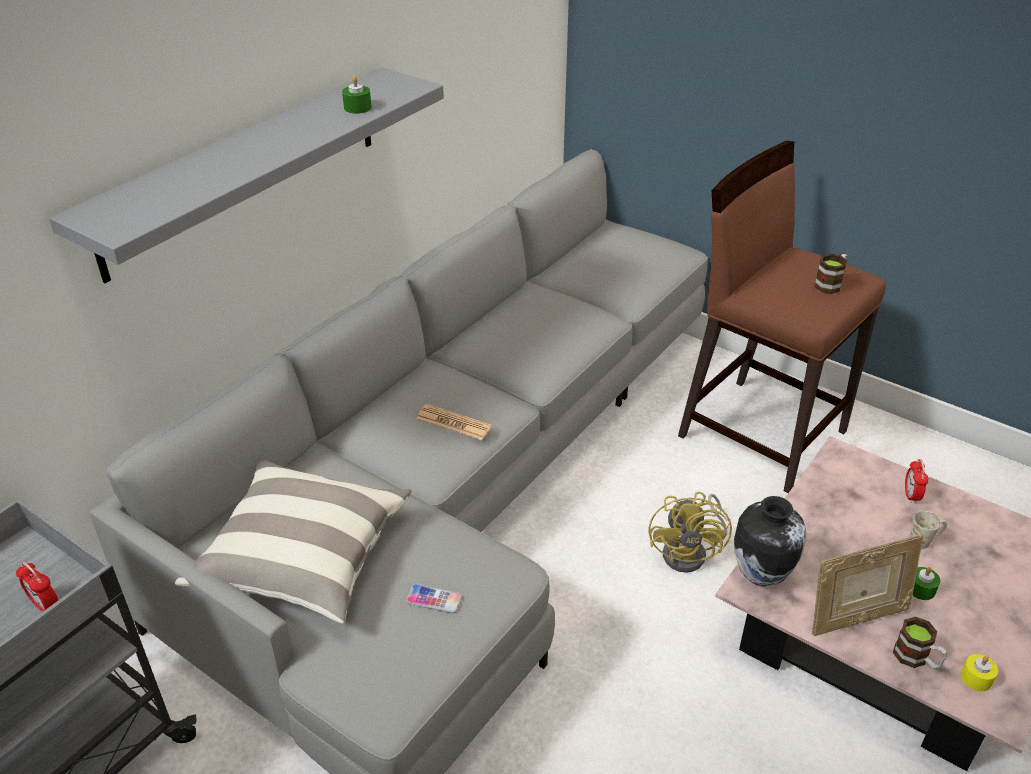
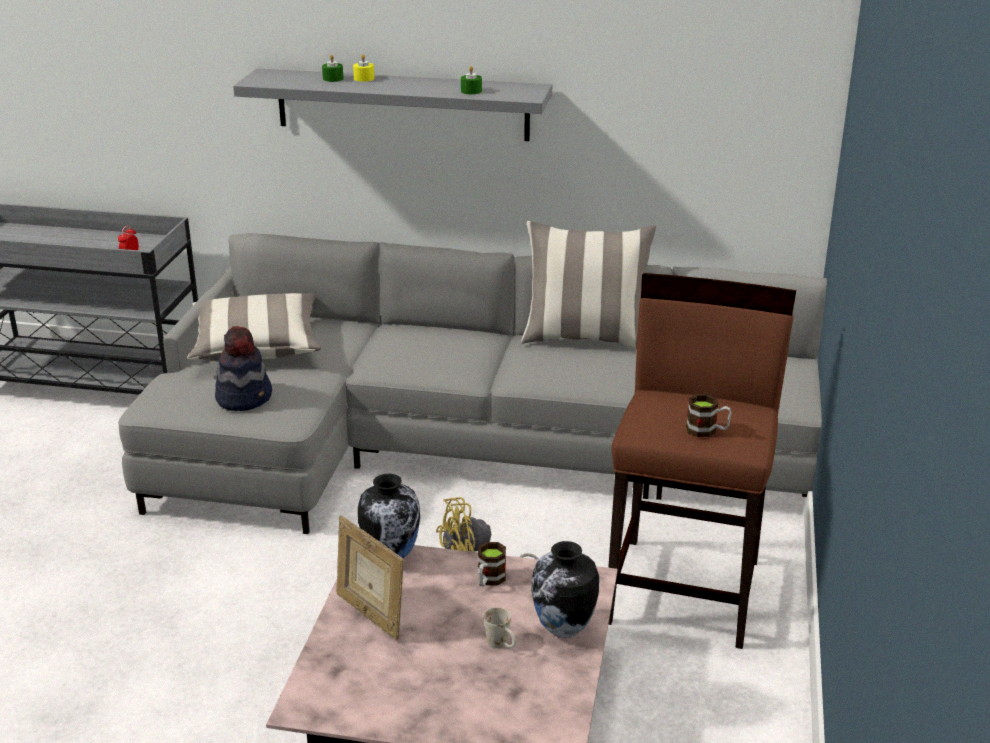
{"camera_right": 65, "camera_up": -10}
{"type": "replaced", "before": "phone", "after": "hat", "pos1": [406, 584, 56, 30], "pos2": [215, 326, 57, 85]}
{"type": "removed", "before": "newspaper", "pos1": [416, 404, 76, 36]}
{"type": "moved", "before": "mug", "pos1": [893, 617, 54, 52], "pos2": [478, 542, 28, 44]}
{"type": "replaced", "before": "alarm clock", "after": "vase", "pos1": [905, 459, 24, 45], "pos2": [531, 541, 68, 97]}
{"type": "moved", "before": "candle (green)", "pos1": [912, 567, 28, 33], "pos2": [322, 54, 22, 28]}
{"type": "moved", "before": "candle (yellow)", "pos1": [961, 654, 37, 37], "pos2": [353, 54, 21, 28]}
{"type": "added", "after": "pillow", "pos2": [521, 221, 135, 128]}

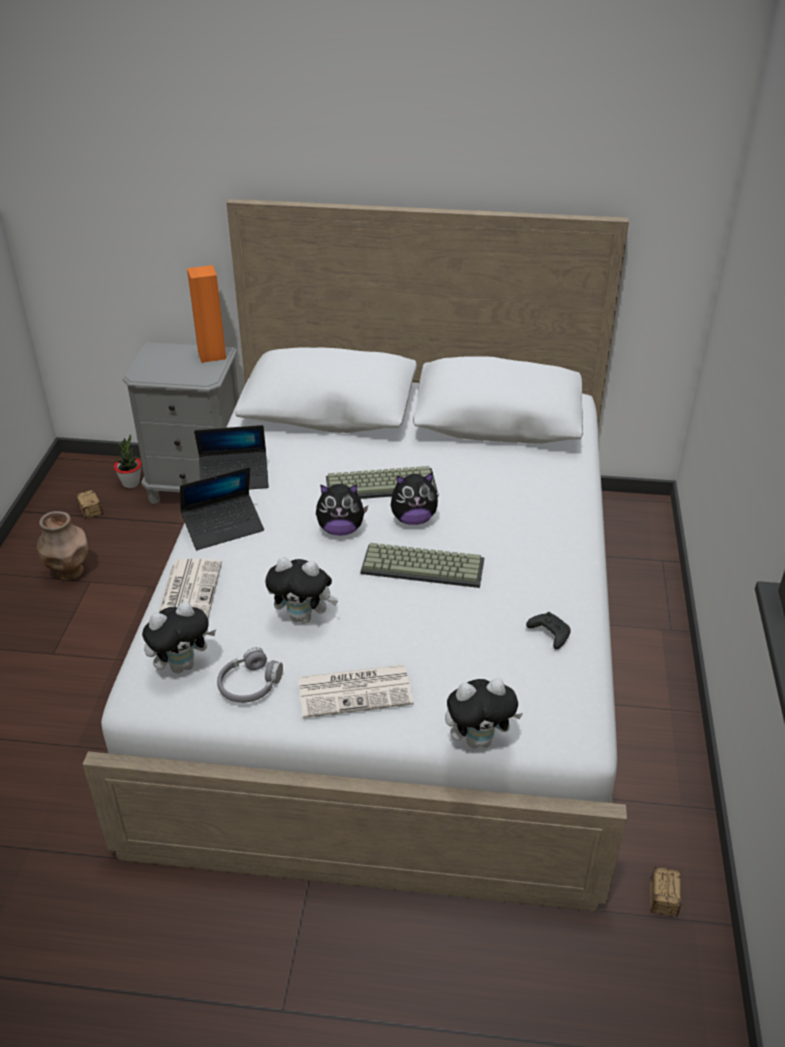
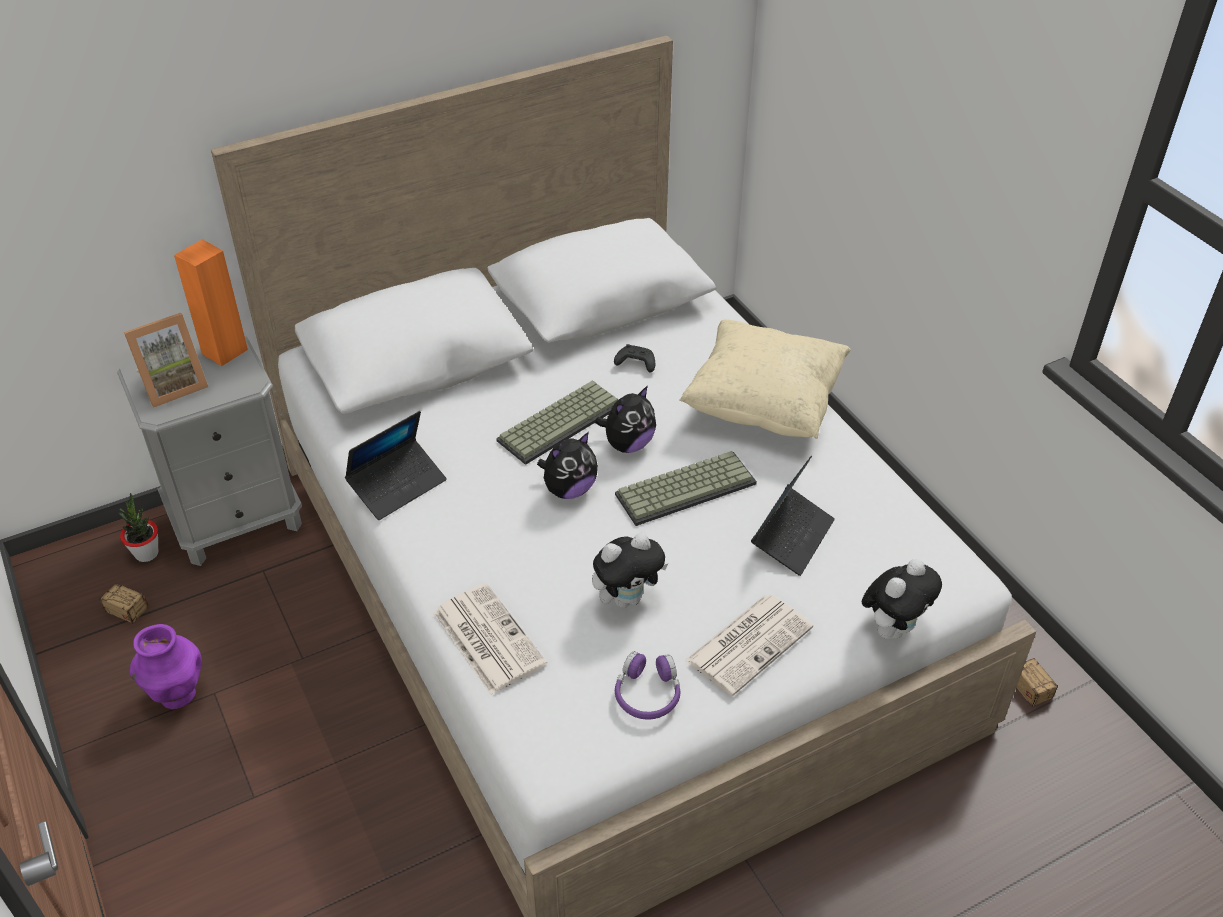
{"camera_right": -35, "camera_up": 5}
{"type": "recoloured", "before": "vase (brown)", "after": "vase (purple)", "pos1": [37, 511, 51, 70], "pos2": [130, 624, 72, 85]}
{"type": "removed", "before": "plush toy", "pos1": [142, 601, 74, 73]}
{"type": "moved", "before": "laptop", "pos1": [180, 467, 84, 83], "pos2": [751, 455, 84, 121]}
{"type": "recoloured", "before": "headphones (grey)", "after": "headphones (purple)", "pos1": [217, 647, 66, 56], "pos2": [615, 651, 65, 69]}
{"type": "moved", "before": "game controller (black)", "pos1": [526, 612, 45, 37], "pos2": [614, 344, 41, 29]}
{"type": "added", "after": "picture frame", "pos2": [124, 313, 84, 95]}
{"type": "added", "after": "pillow (beige)", "pos2": [679, 319, 172, 120]}

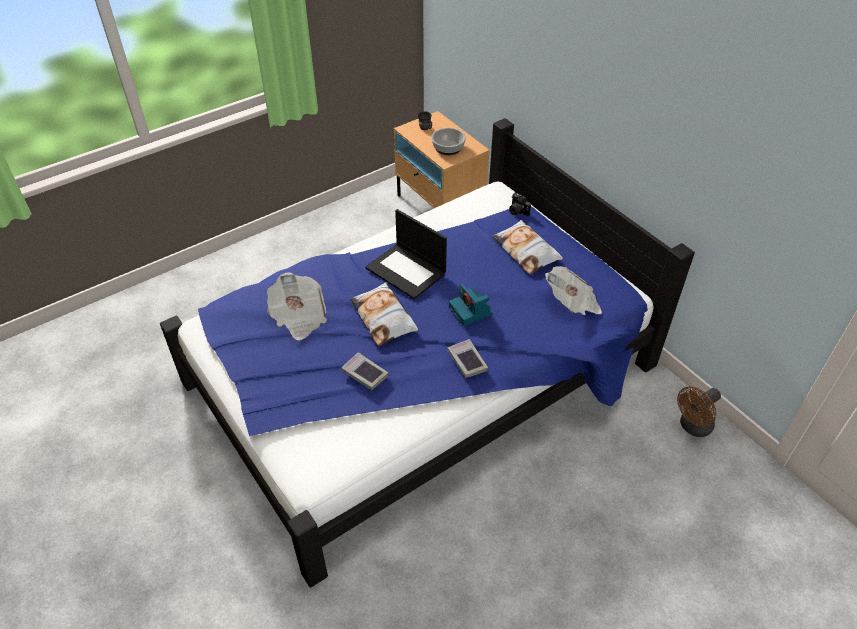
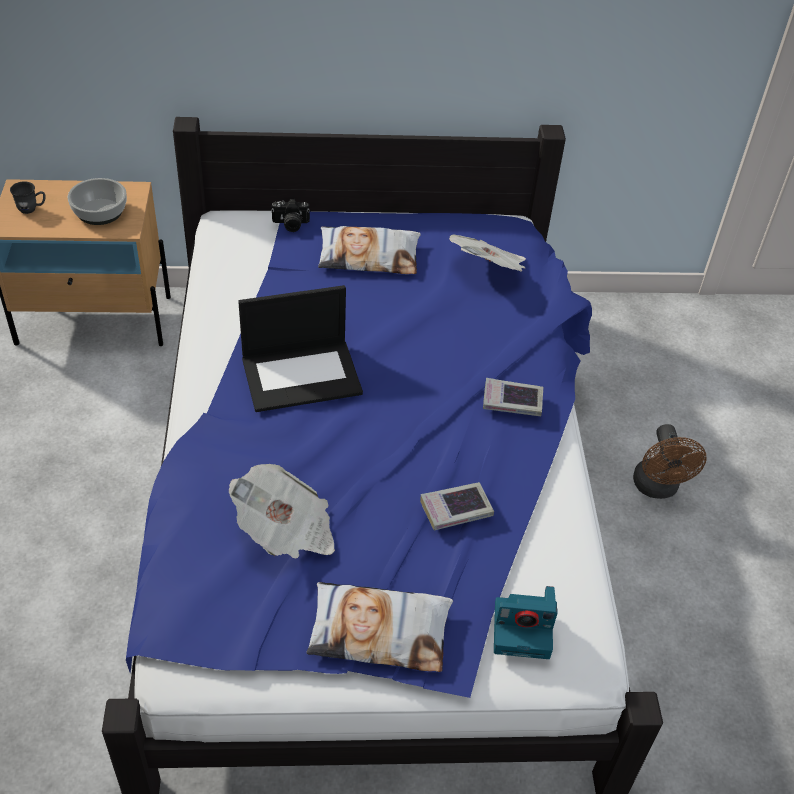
{"camera_right": -60, "camera_up": 0}
{"type": "moved", "before": "pillow", "pos1": [350, 282, 68, 64], "pos2": [307, 582, 146, 90]}
{"type": "moved", "before": "photo camera", "pos1": [449, 284, 43, 42], "pos2": [494, 586, 63, 73]}
{"type": "moved", "before": "fan (brown)", "pos1": [677, 386, 44, 51], "pos2": [633, 424, 74, 75]}

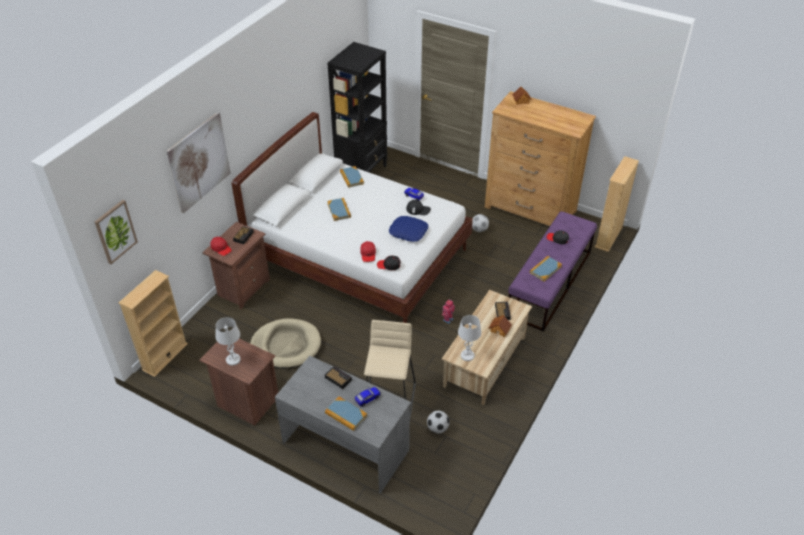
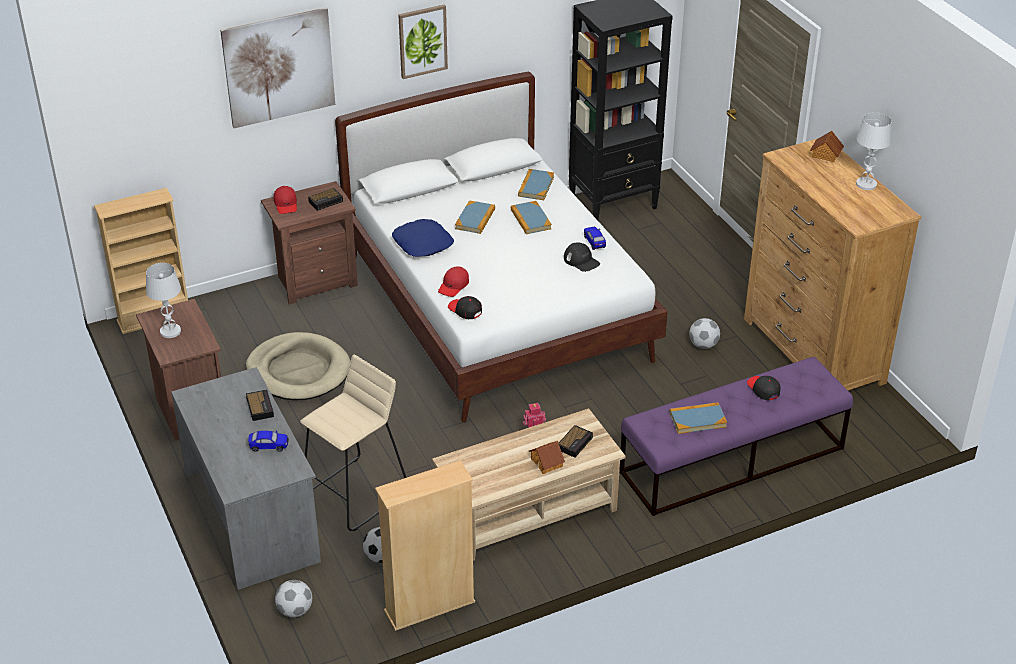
{"camera_right": 35, "camera_up": -5}
{"type": "moved", "before": "picture", "pos1": [95, 200, 43, 64], "pos2": [398, 5, 50, 74]}
{"type": "moved", "before": "book", "pos1": [325, 397, 42, 34], "pos2": [511, 201, 41, 33]}
{"type": "moved", "before": "pillow (blue)", "pos1": [389, 216, 39, 26], "pos2": [392, 219, 62, 38]}
{"type": "moved", "before": "table lamp (white)", "pos1": [458, 315, 23, 46], "pos2": [856, 112, 36, 78]}
{"type": "moved", "before": "bookcase (beige)", "pos1": [595, 156, 44, 96], "pos2": [375, 460, 100, 171]}
{"type": "added", "after": "football", "pos2": [275, 580, 37, 37]}

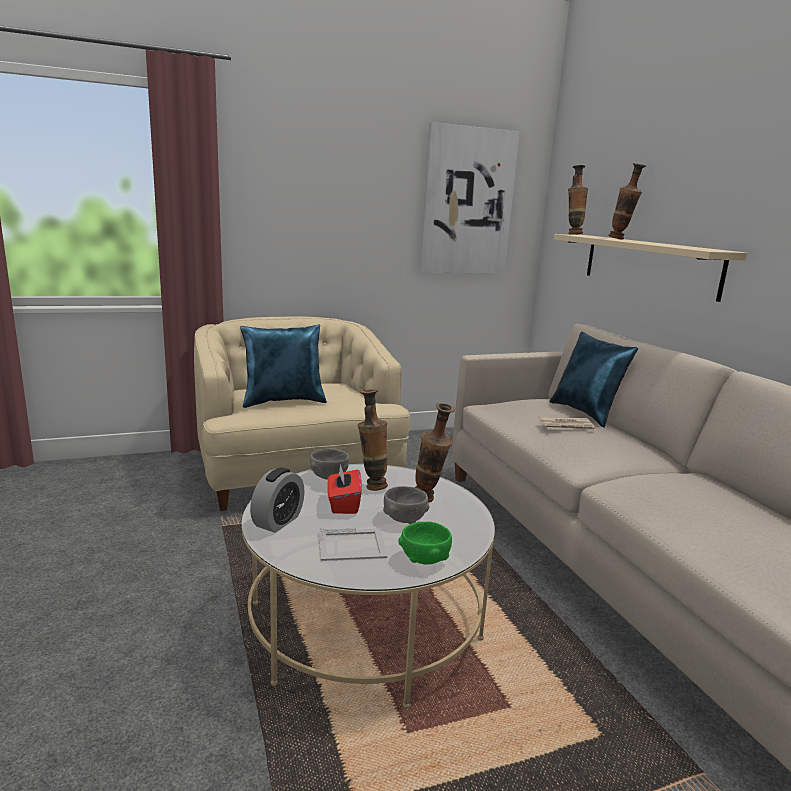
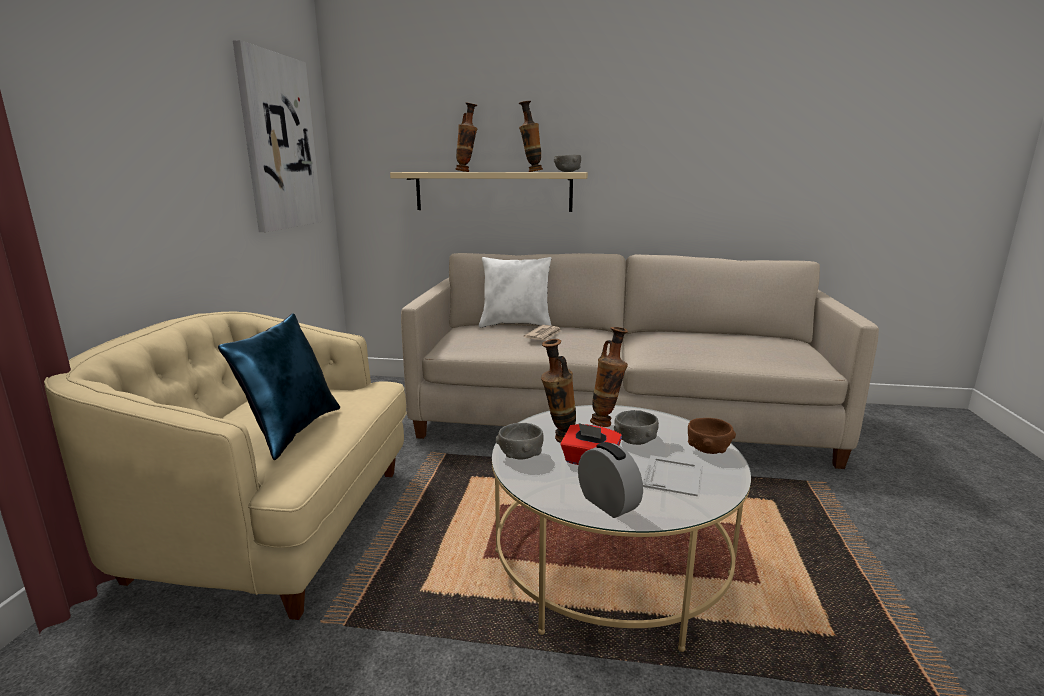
{"camera_right": -60, "camera_up": 0}
{"type": "recoloured", "before": "bowl (green)", "after": "bowl (brown)", "pos1": [399, 522, 53, 42], "pos2": [688, 418, 48, 36]}
{"type": "recoloured", "before": "pillow (blue)", "after": "pillow (white)", "pos1": [549, 331, 89, 97], "pos2": [479, 257, 73, 71]}
{"type": "moved", "before": "vase", "pos1": [568, 165, 20, 70], "pos2": [519, 101, 24, 71]}
{"type": "added", "after": "bowl (grey)", "pos2": [554, 155, 27, 17]}

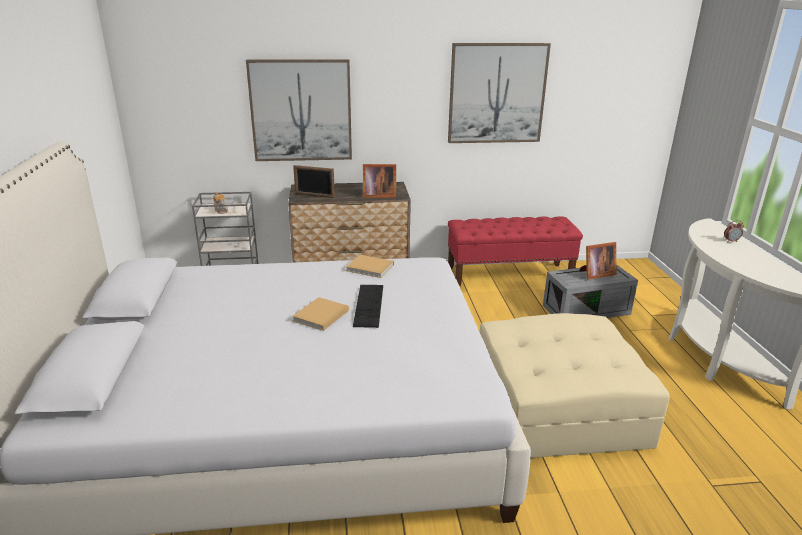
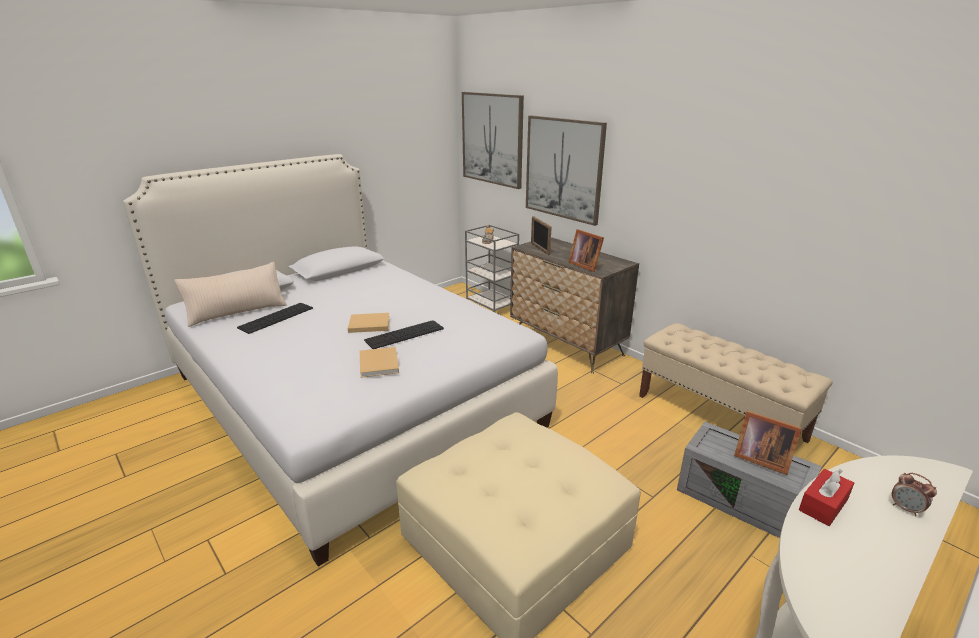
{"camera_right": 55, "camera_up": 0}
{"type": "moved", "before": "book (beige)", "pos1": [346, 255, 48, 23], "pos2": [360, 347, 39, 31]}
{"type": "moved", "before": "picture", "pos1": [448, 43, 103, 100], "pos2": [462, 92, 62, 97]}
{"type": "recoloured", "before": "bench (red)", "after": "bench (beige)", "pos1": [448, 216, 135, 70], "pos2": [639, 323, 194, 120]}
{"type": "added", "after": "pillow (beige)", "pos2": [174, 262, 113, 65]}
{"type": "added", "after": "keyboard", "pos2": [237, 303, 76, 31]}
{"type": "added", "after": "tissue box (red)", "pos2": [799, 469, 55, 57]}

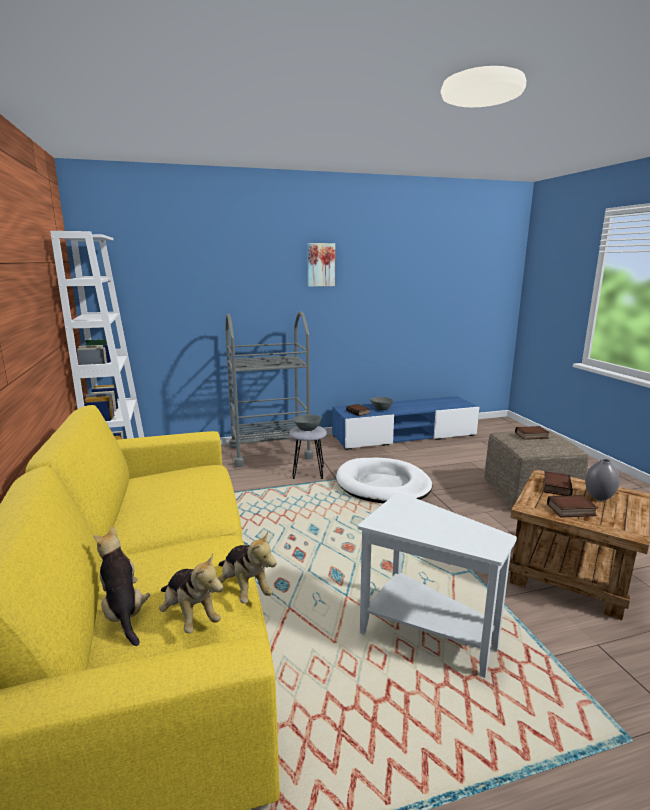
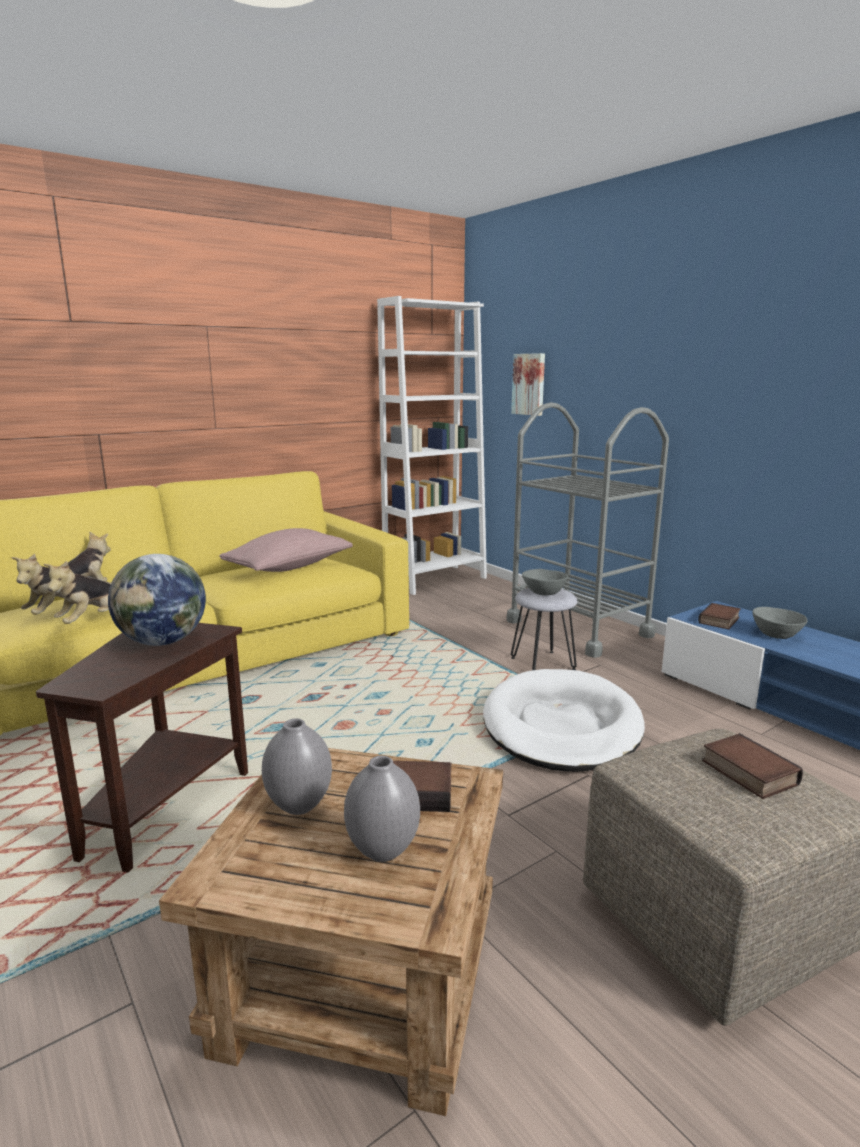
{"camera_right": 70, "camera_up": 0}
{"type": "moved", "before": "picture", "pos1": [307, 243, 28, 44], "pos2": [511, 353, 34, 63]}
{"type": "recoloured", "before": "side table (white)", "after": "side table (brown)", "pos1": [358, 492, 159, 186], "pos2": [36, 623, 212, 250]}
{"type": "replaced", "before": "book", "after": "vase (grey)", "pos1": [547, 495, 51, 22], "pos2": [262, 719, 70, 96]}
{"type": "added", "after": "globe", "pos2": [108, 554, 98, 92]}
{"type": "added", "after": "pillow (pink)", "pos2": [219, 528, 134, 44]}

